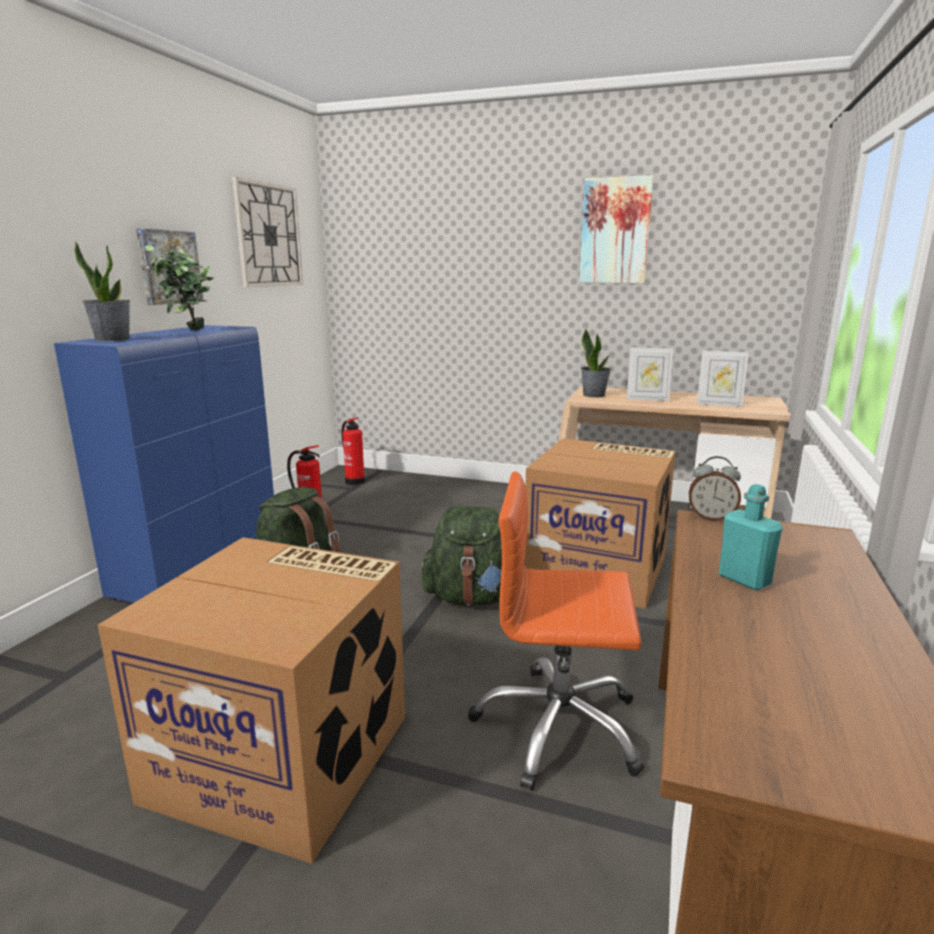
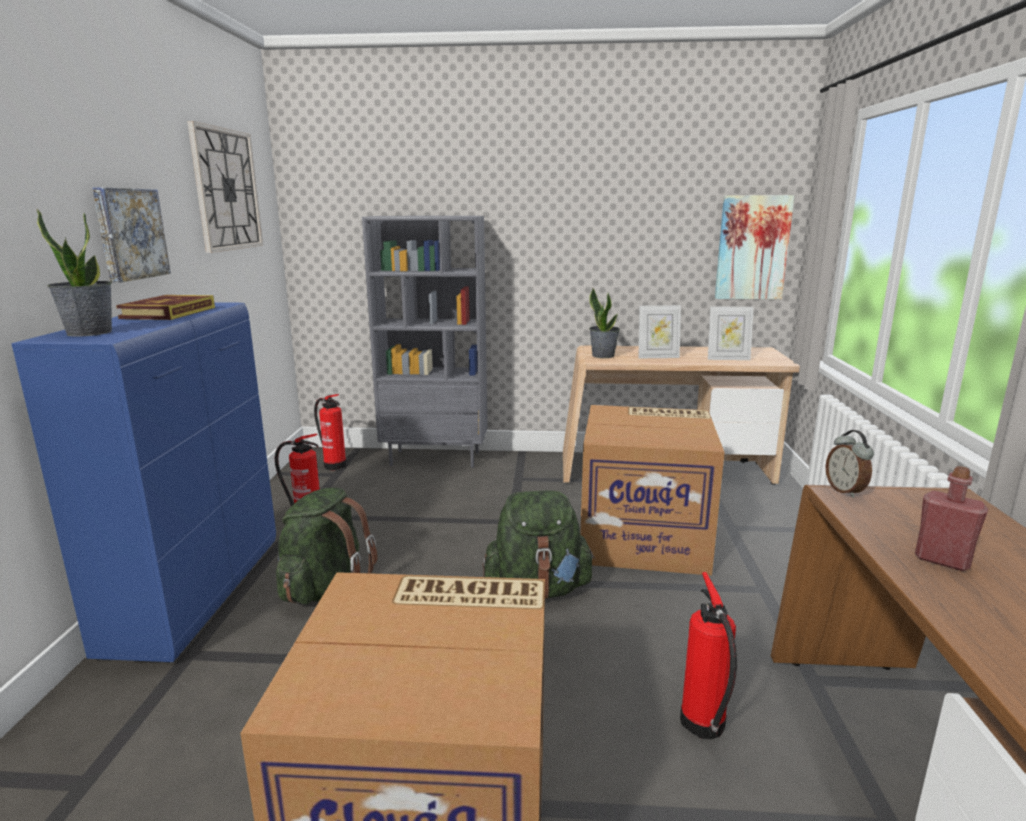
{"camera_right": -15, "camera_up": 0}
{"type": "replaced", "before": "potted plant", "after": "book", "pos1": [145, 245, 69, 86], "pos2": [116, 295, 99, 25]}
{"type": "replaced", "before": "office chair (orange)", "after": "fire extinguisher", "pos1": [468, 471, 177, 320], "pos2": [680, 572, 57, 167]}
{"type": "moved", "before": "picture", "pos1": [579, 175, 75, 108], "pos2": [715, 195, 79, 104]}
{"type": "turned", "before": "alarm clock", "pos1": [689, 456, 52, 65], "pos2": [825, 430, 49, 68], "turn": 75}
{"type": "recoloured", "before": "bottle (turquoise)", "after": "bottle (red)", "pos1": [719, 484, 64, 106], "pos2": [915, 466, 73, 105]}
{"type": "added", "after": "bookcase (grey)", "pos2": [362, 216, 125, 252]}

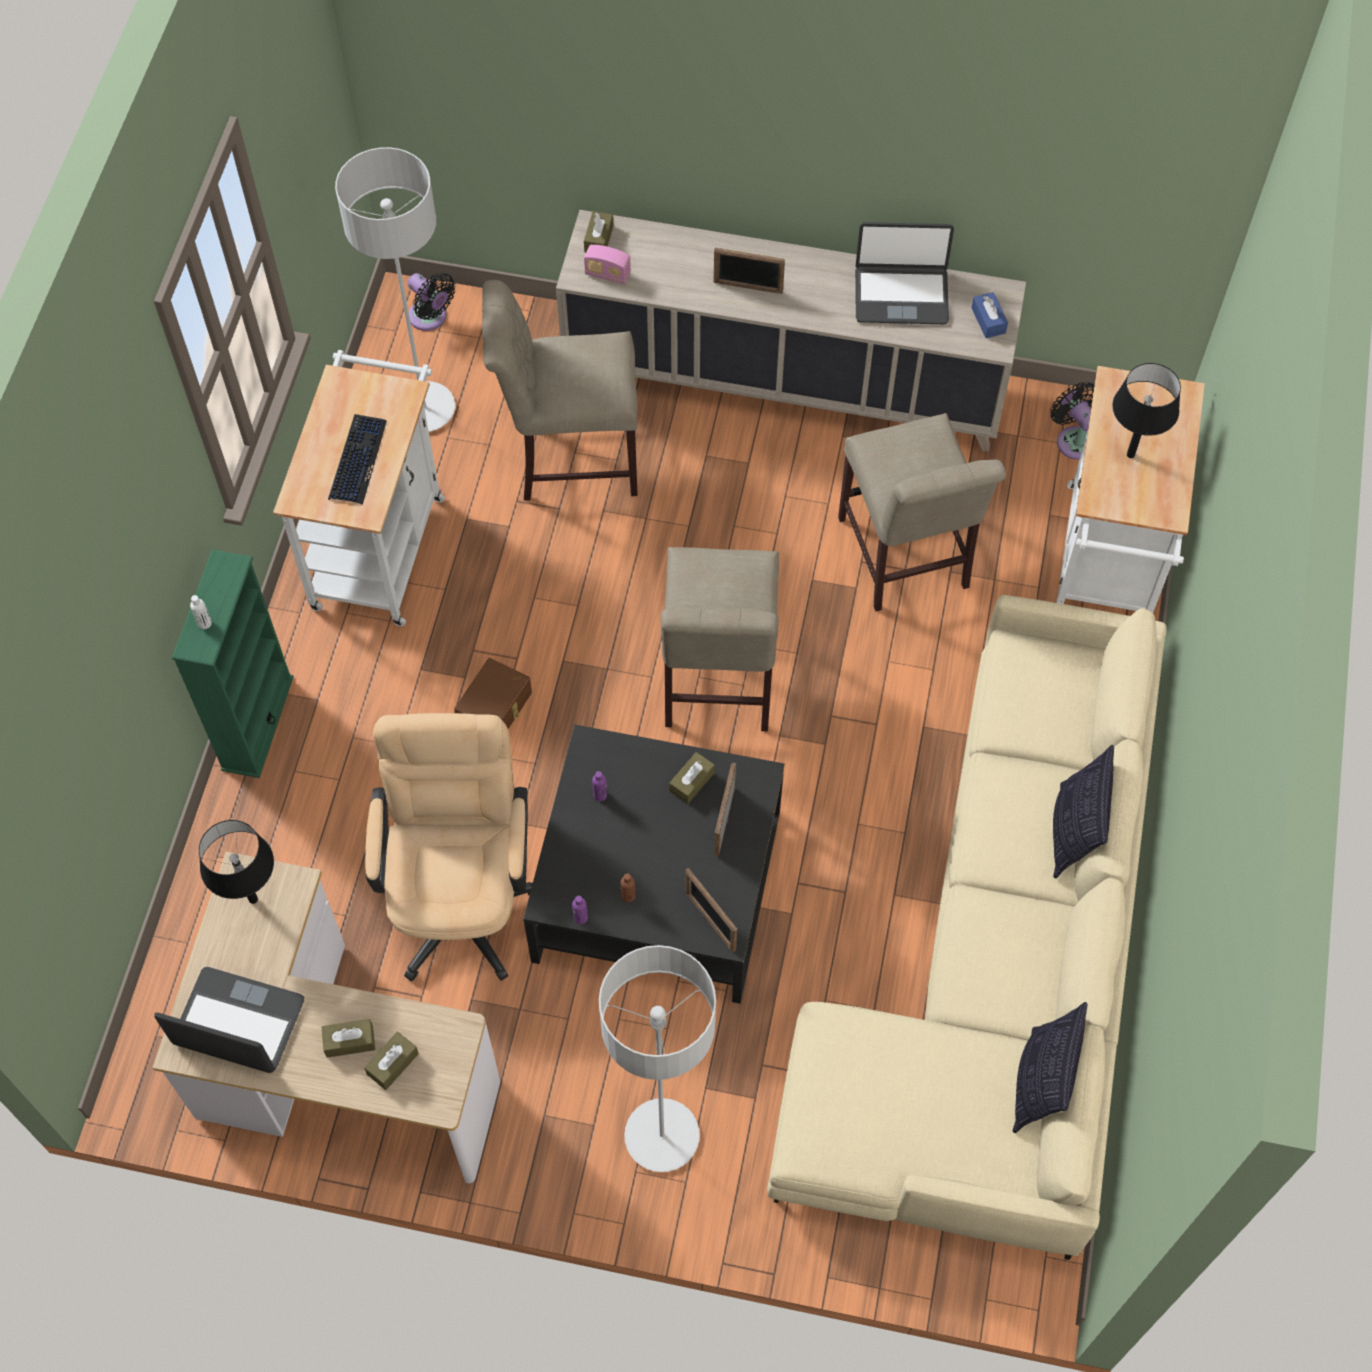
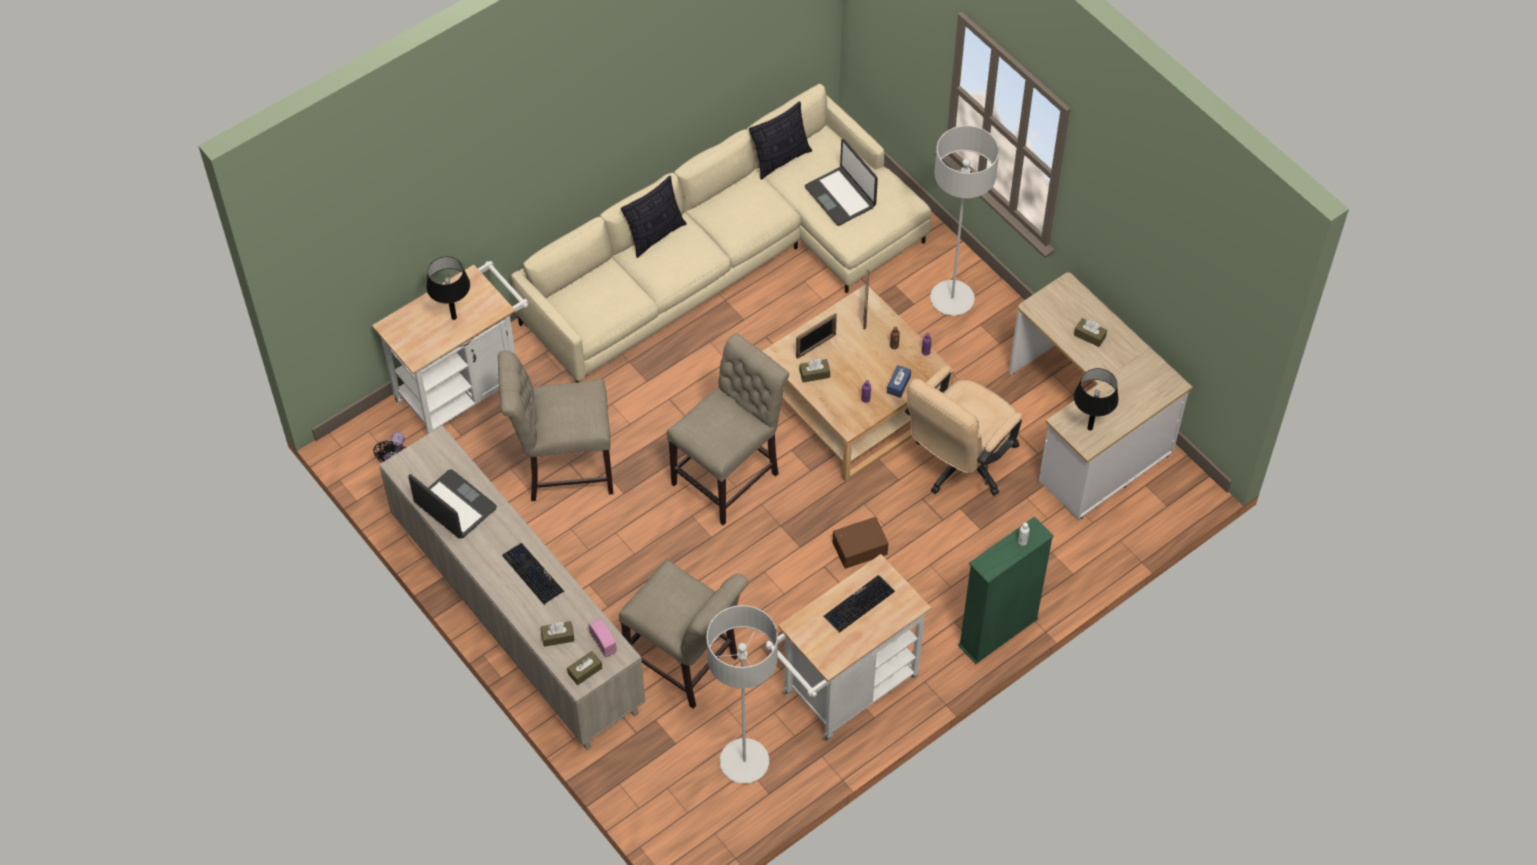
{"camera_right": -140, "camera_up": -5}
{"type": "moved", "before": "laptop", "pos1": [154, 967, 150, 106], "pos2": [805, 139, 73, 87]}
{"type": "moved", "before": "tissue box (brown)", "pos1": [364, 1031, 55, 59], "pos2": [541, 621, 33, 26]}
{"type": "removed", "before": "fan (black)", "pos1": [408, 273, 47, 58]}
{"type": "recoloured", "before": "coffee table (black)", "after": "coffee table (beige)", "pos1": [523, 725, 262, 279], "pos2": [763, 284, 191, 198]}
{"type": "replaced", "before": "picture frame", "after": "keyboard", "pos1": [714, 248, 71, 46], "pos2": [502, 543, 63, 62]}
{"type": "turned", "before": "chair (beige)", "pos1": [838, 413, 168, 198], "pos2": [498, 351, 115, 150], "turn": -120}
{"type": "moved", "before": "tissue box (blue)", "pos1": [972, 292, 36, 46], "pos2": [887, 365, 24, 33]}

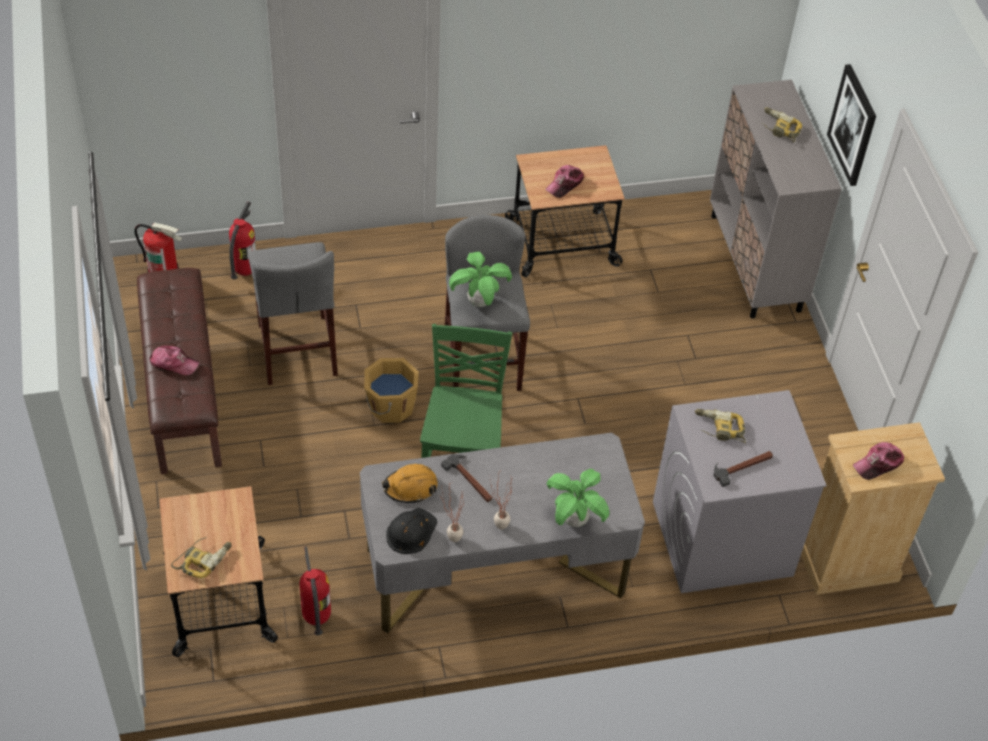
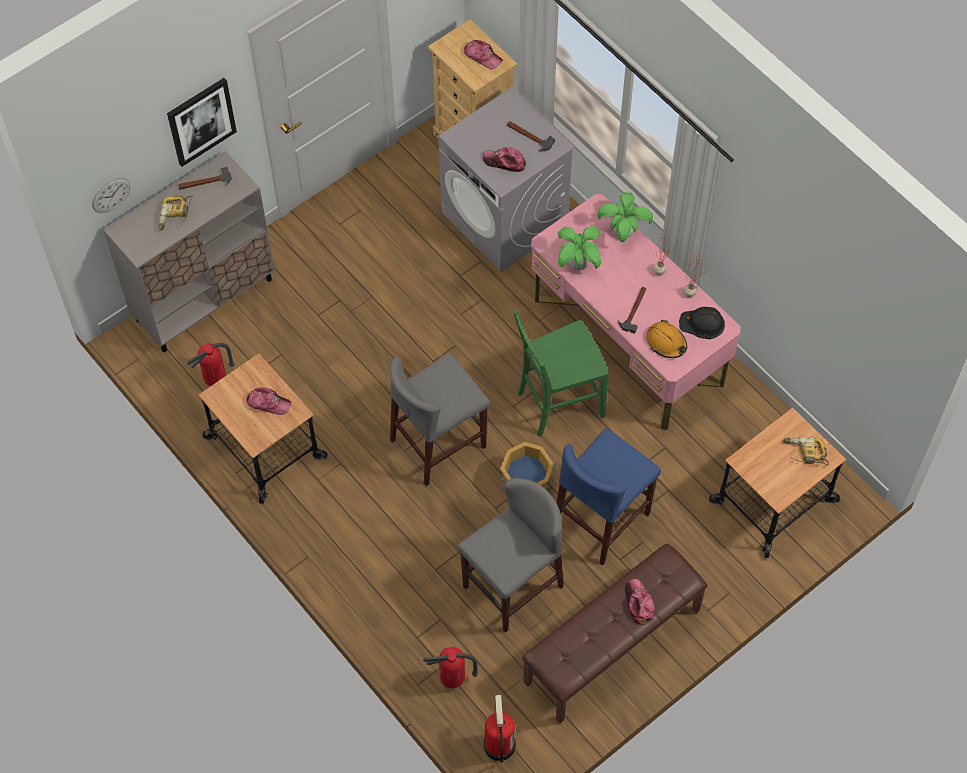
{"camera_right": -115, "camera_up": 10}
{"type": "moved", "before": "fire extinguisher", "pos1": [300, 546, 31, 89], "pos2": [187, 343, 48, 43]}
{"type": "recoloured", "before": "desk (grey)", "after": "desk (pink)", "pos1": [360, 433, 285, 200], "pos2": [531, 194, 210, 236]}
{"type": "moved", "before": "potted plant", "pos1": [449, 251, 63, 56], "pos2": [558, 226, 43, 44]}
{"type": "replaced", "before": "power drill", "after": "cap", "pos1": [695, 409, 51, 34], "pos2": [483, 147, 43, 25]}
{"type": "added", "after": "wall clock", "pos2": [92, 178, 39, 35]}
{"type": "added", "after": "hammer", "pos2": [178, 167, 54, 23]}
{"type": "added", "after": "stool (blue)", "pos2": [557, 428, 104, 138]}

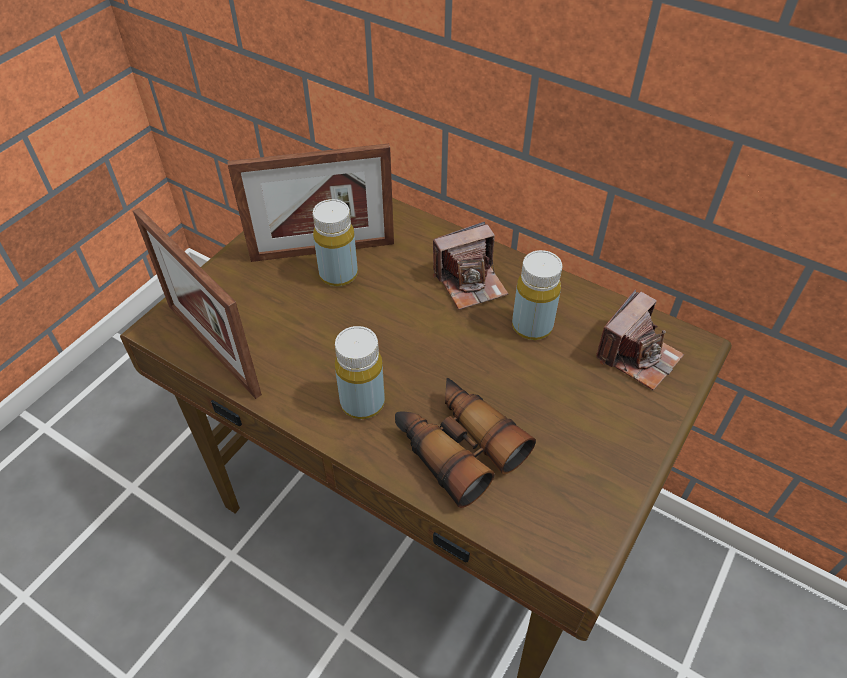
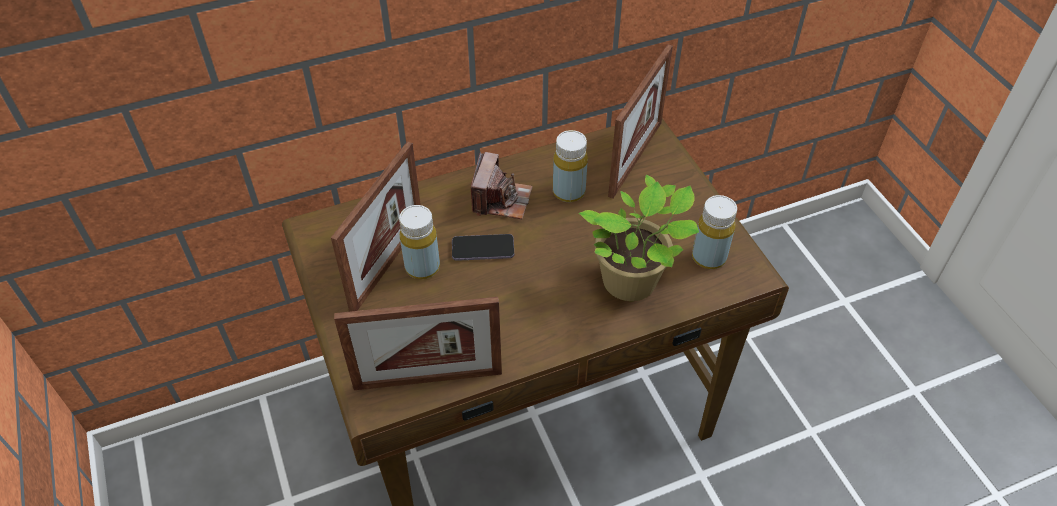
{"camera_right": -55, "camera_up": 0}
{"type": "moved", "before": "bottle (yellow)", "pos1": [335, 326, 50, 93], "pos2": [692, 195, 45, 74]}
{"type": "replaced", "before": "binoculars", "after": "potted plant", "pos1": [395, 378, 141, 130], "pos2": [579, 175, 120, 126]}
{"type": "replaced", "before": "photo camera", "after": "picture frame", "pos1": [596, 289, 88, 101], "pos2": [608, 44, 65, 155]}
{"type": "added", "after": "phone", "pos2": [452, 234, 62, 27]}

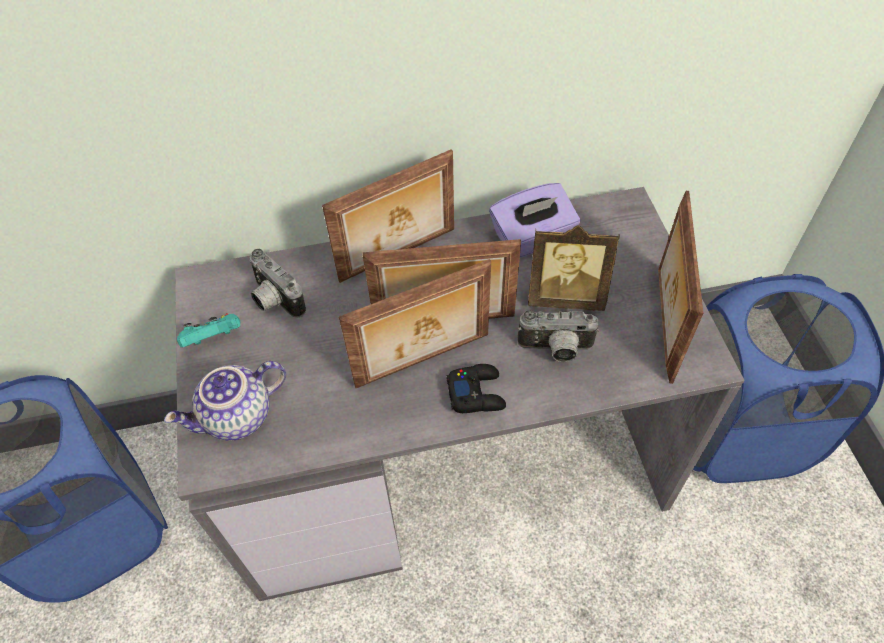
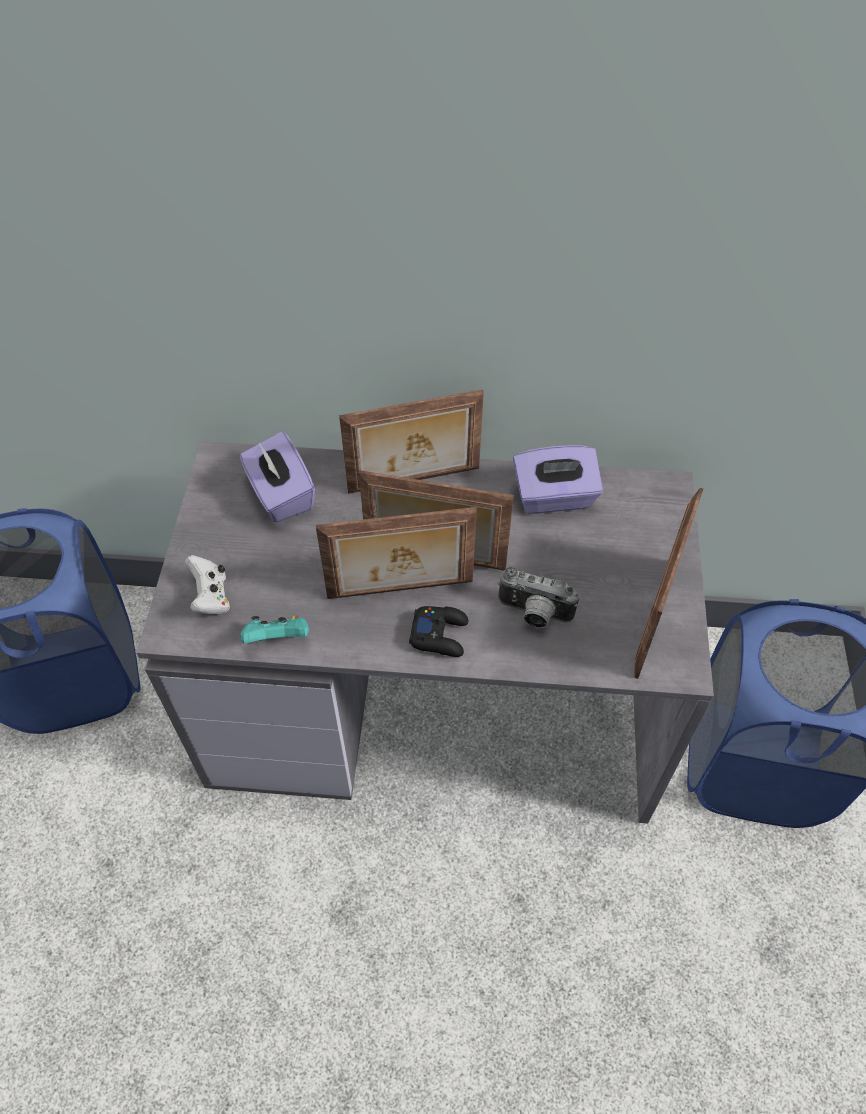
{"camera_right": 15, "camera_up": 0}
{"type": "replaced", "before": "teapot", "after": "game controller (white)", "pos1": [164, 361, 122, 80], "pos2": [185, 555, 45, 59]}
{"type": "moved", "before": "game controller (turquoise)", "pos1": [177, 313, 63, 34], "pos2": [240, 616, 69, 27]}
{"type": "replaced", "before": "photo camera", "after": "tissue box (purple)", "pos1": [249, 249, 57, 69], "pos2": [240, 431, 75, 91]}
{"type": "removed", "before": "picture frame", "pos1": [528, 225, 92, 86]}

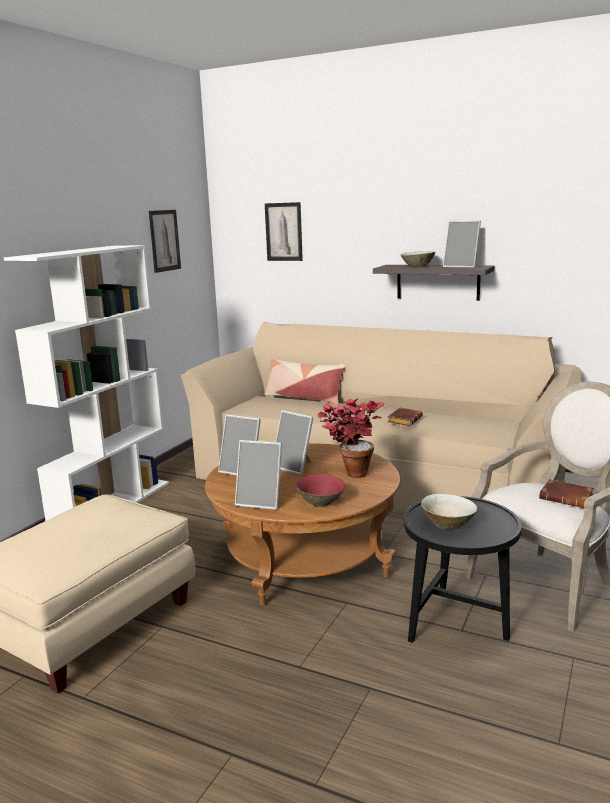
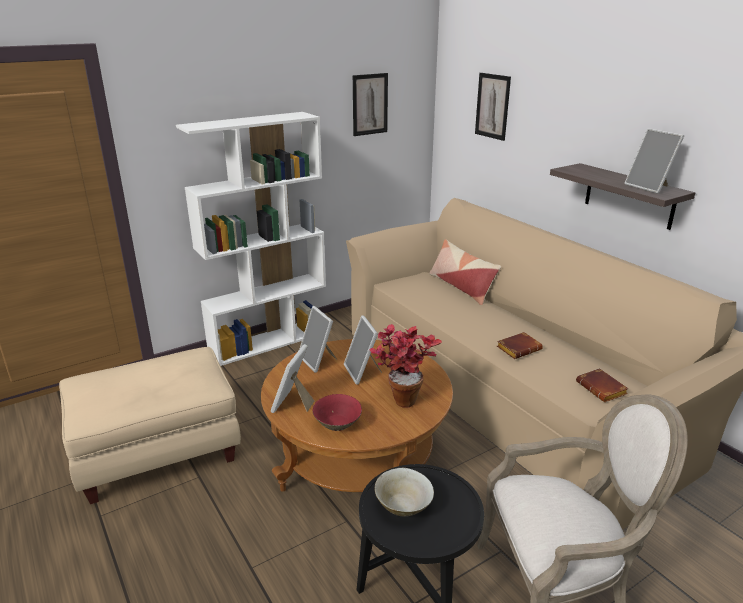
{"camera_right": 30, "camera_up": 10}
{"type": "turned", "before": "picture frame", "pos1": [235, 440, 47, 70], "pos2": [271, 344, 43, 69], "turn": 60}
{"type": "removed", "before": "bowl (beige)", "pos1": [401, 251, 34, 16]}
{"type": "moved", "before": "book (brown)", "pos1": [539, 479, 55, 29], "pos2": [576, 368, 53, 34]}

